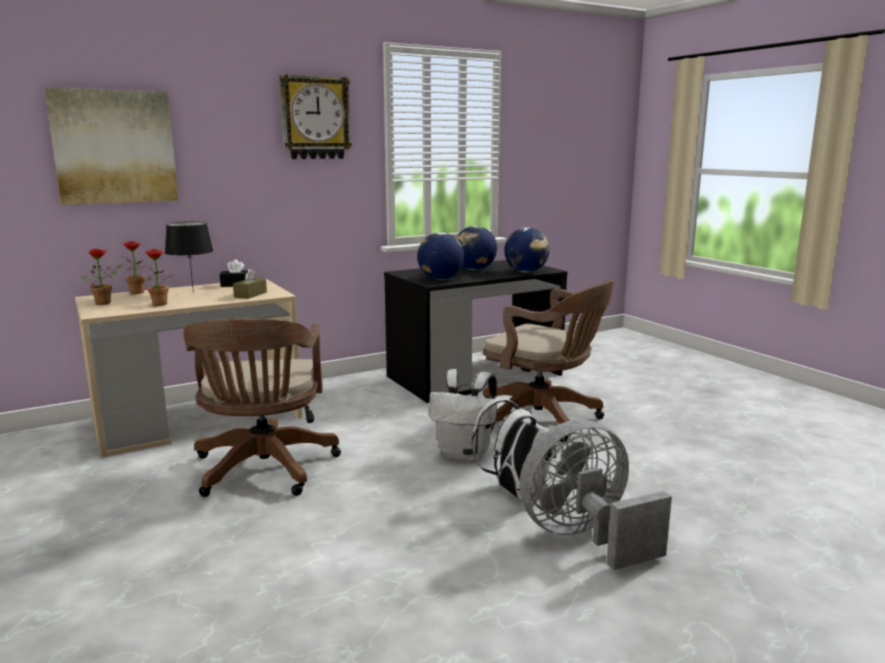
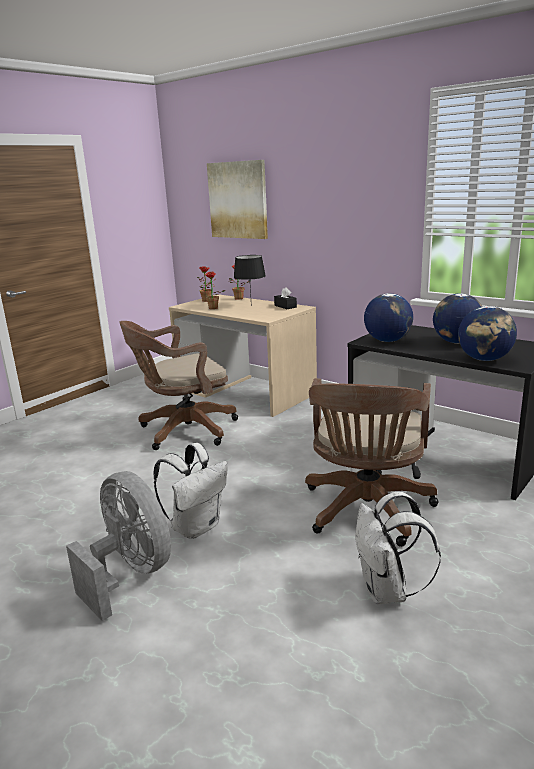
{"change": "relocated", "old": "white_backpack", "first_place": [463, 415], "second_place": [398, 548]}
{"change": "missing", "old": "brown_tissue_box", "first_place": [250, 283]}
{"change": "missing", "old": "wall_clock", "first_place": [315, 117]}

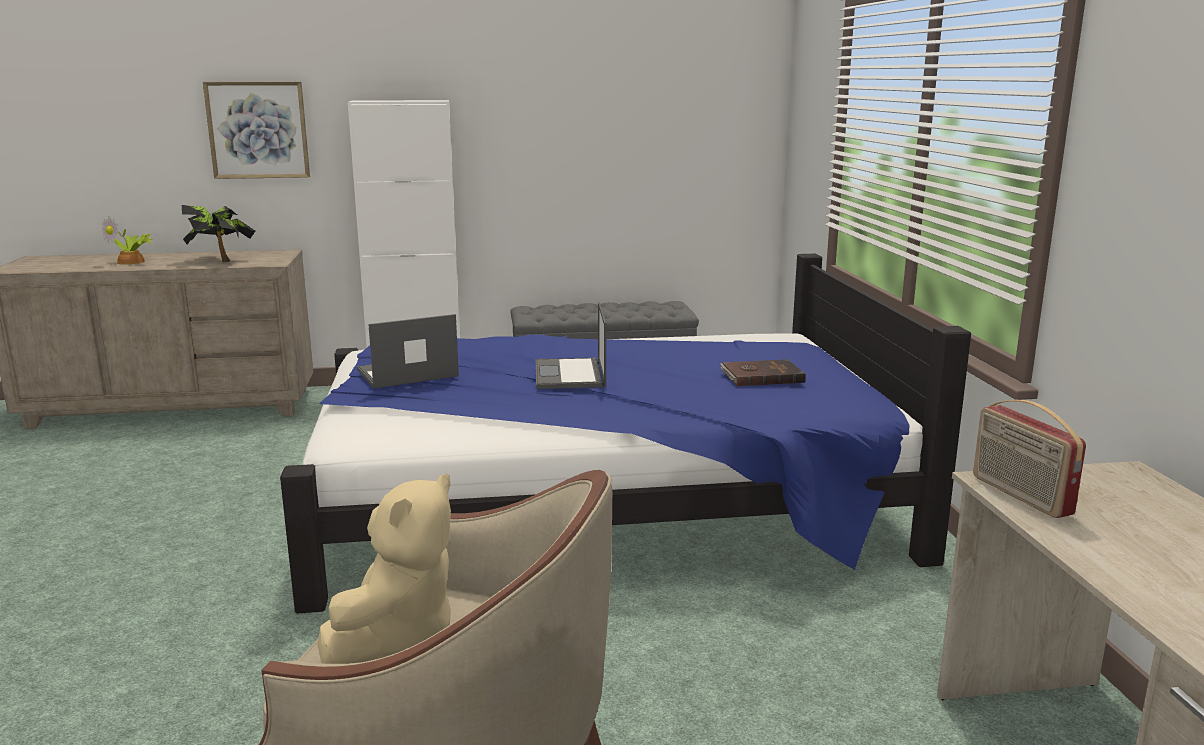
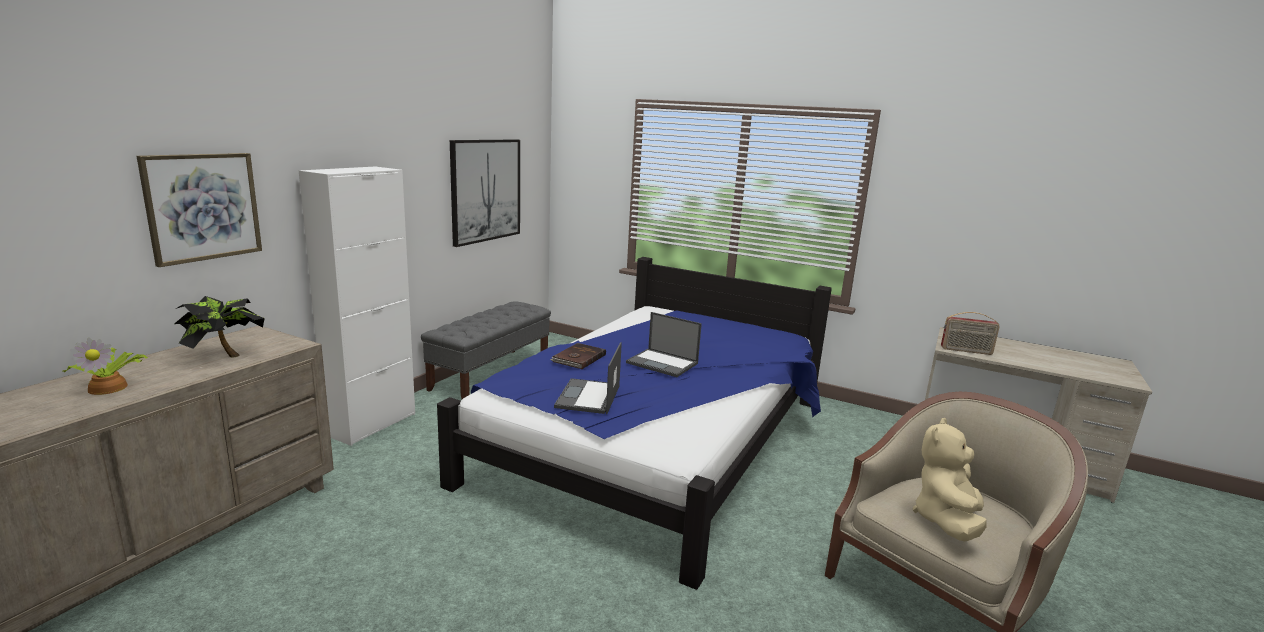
{"change": "appeared", "new": "picture", "second_place": [485, 193]}
{"change": "relocated", "old": "brown_book", "first_place": [763, 372], "second_place": [578, 356]}
{"change": "spun", "old": "beige_plush_toy", "first_place": [384, 568], "second_place": [950, 480], "degrees": -120}

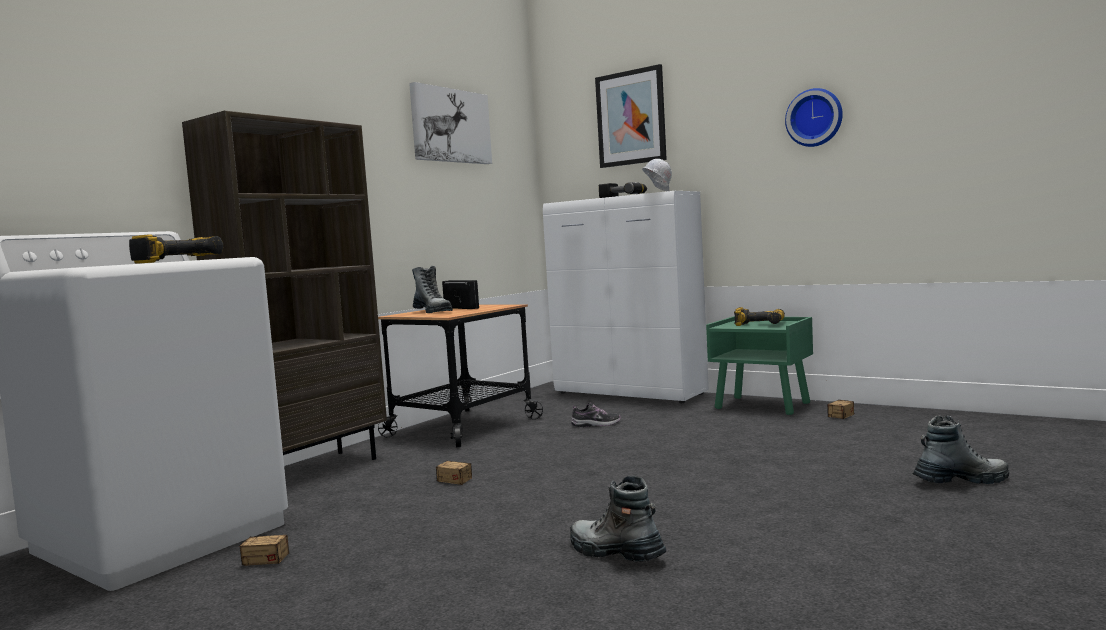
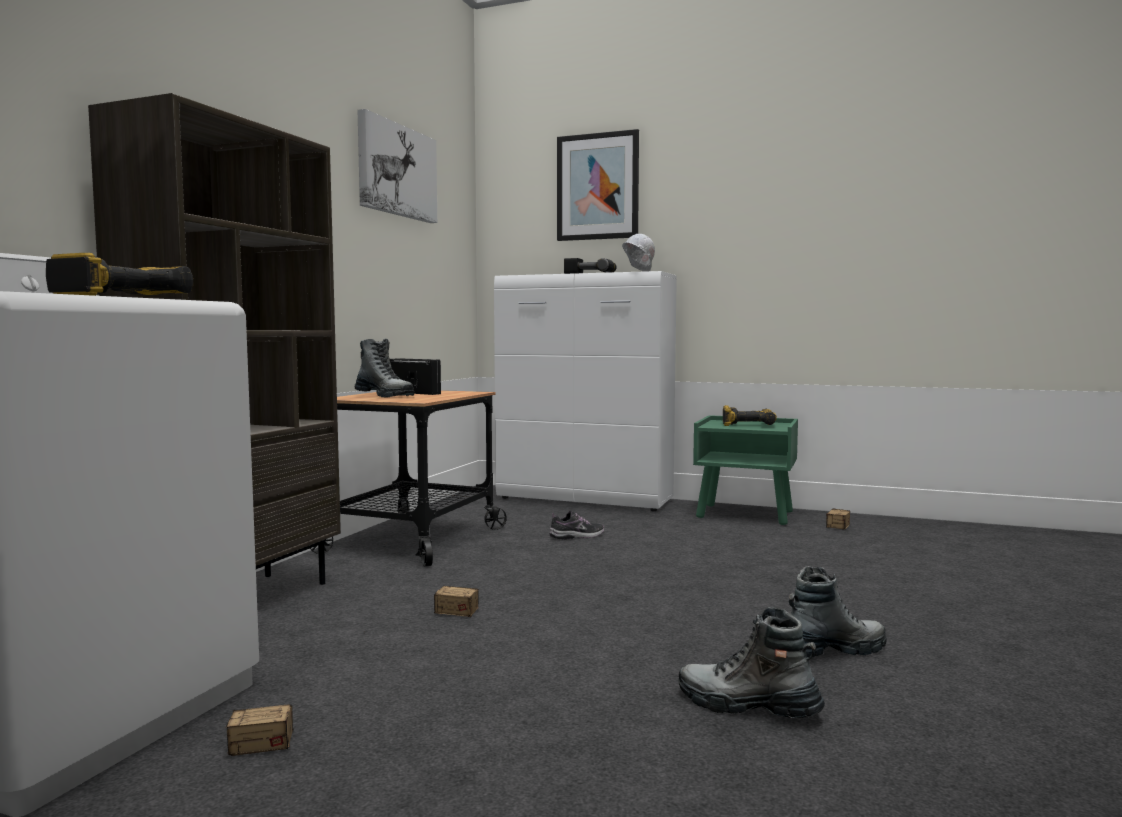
{"change": "relocated", "old": "boot", "first_place": [960, 450], "second_place": [838, 611]}
{"change": "missing", "old": "wall_clock", "first_place": [814, 117]}

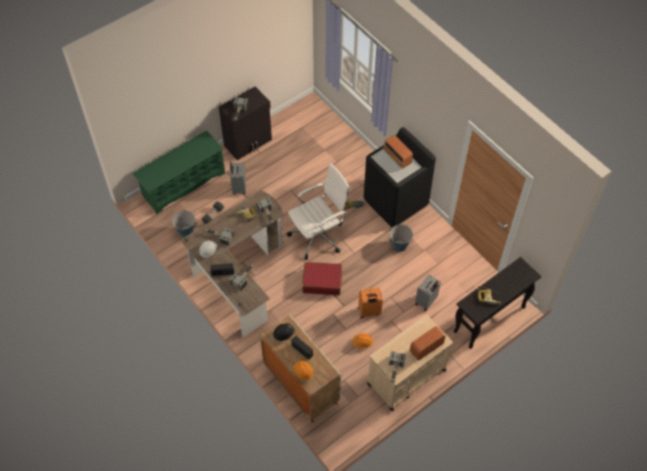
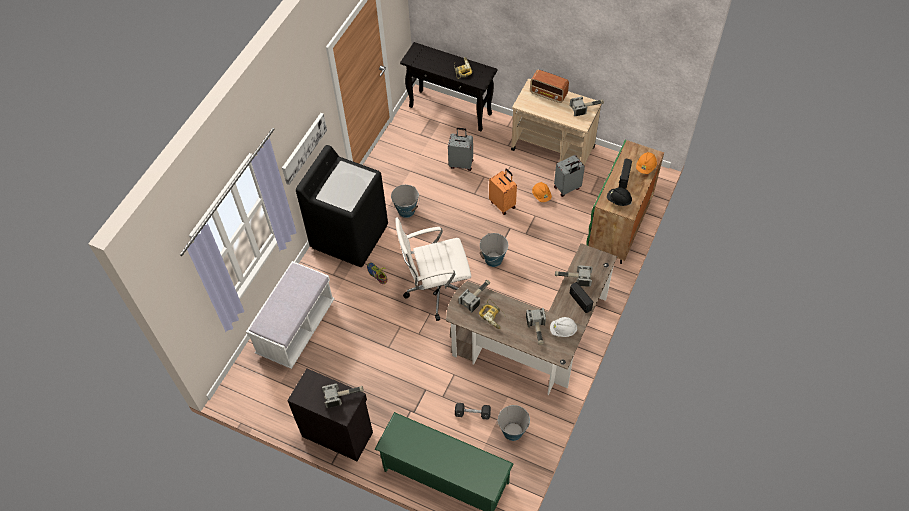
{"change": "appeared", "new": "white_bench", "second_place": [290, 315]}
{"change": "appeared", "new": "picture", "second_place": [304, 149]}
{"change": "spun", "old": "white_office_chair", "first_place": [318, 211], "second_place": [433, 269], "degrees": -45}
{"change": "exchanged", "old": "red_suitcase", "new": "bucket", "first_place": [322, 278], "second_place": [494, 250]}
{"change": "relocated", "old": "grey_suitcase", "first_place": [238, 178], "second_place": [569, 176]}
{"change": "colour", "old": "beige_cabinet", "new": "green_cabinet", "first_place": [300, 368], "second_place": [625, 202]}
{"change": "missing", "old": "radio", "first_place": [398, 152]}

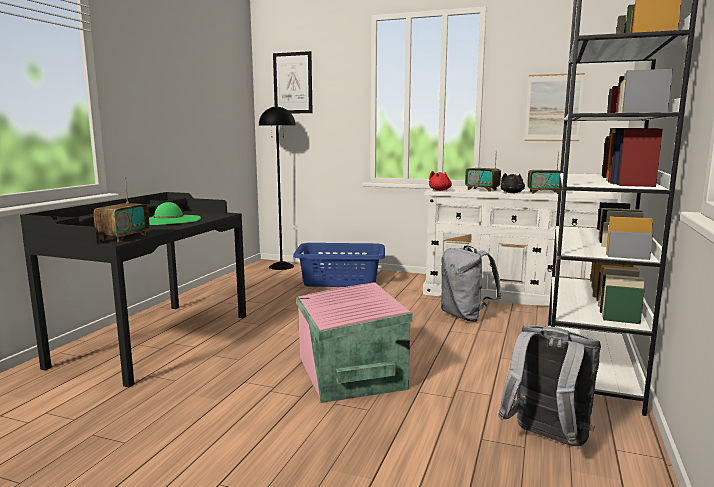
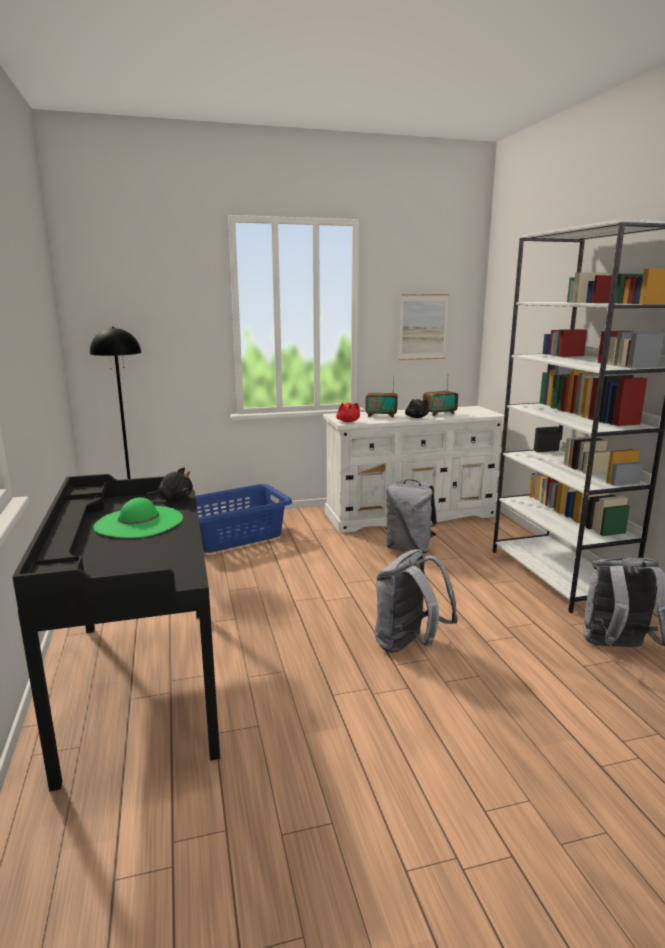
{"change": "appeared", "new": "black_plush_toy", "second_place": [168, 484]}
{"change": "exchanged", "old": "pink_storage_box", "new": "grey_backpack", "first_place": [354, 342], "second_place": [416, 601]}
{"change": "missing", "old": "radio", "first_place": [121, 209]}
{"change": "missing", "old": "picture", "first_place": [292, 82]}

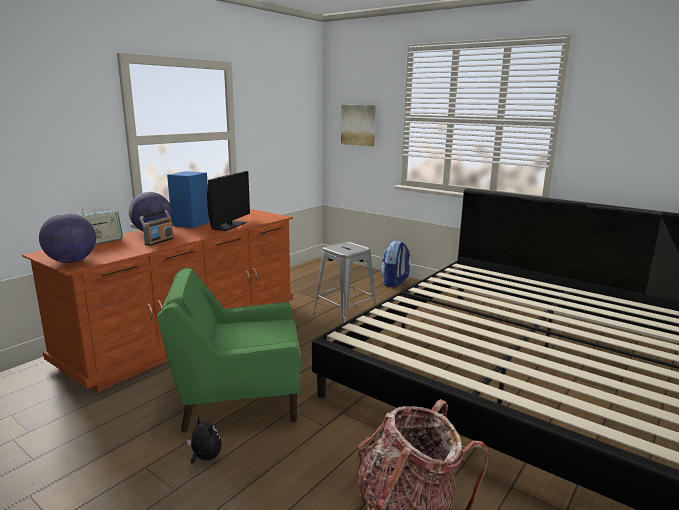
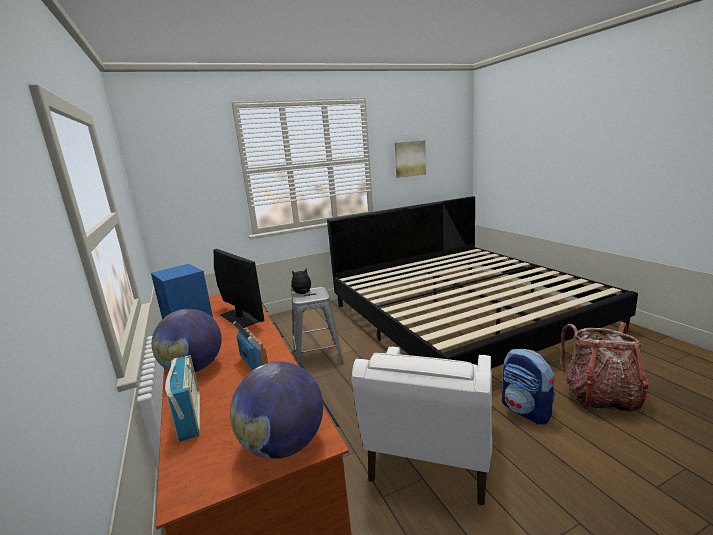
{"change": "relocated", "old": "plush_toy", "first_place": [204, 439], "second_place": [301, 281]}
{"change": "colour", "old": "green_armchair", "new": "white_armchair", "first_place": [229, 350], "second_place": [422, 426]}
{"change": "relocated", "old": "picture", "first_place": [358, 125], "second_place": [410, 159]}
{"change": "relocated", "old": "backpack", "first_place": [395, 264], "second_place": [528, 387]}

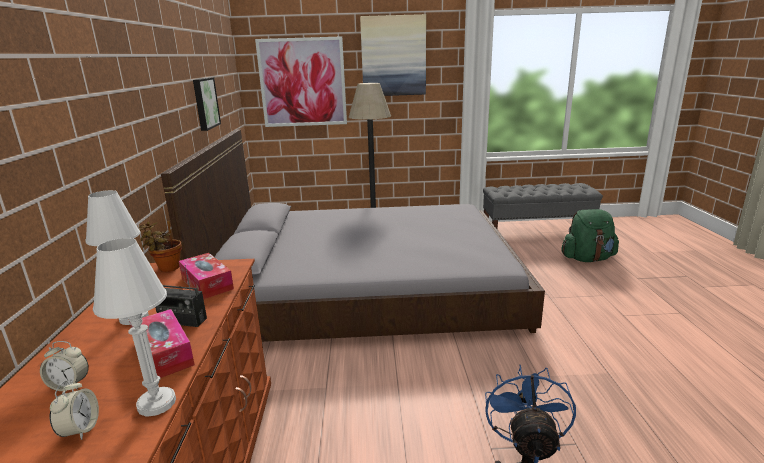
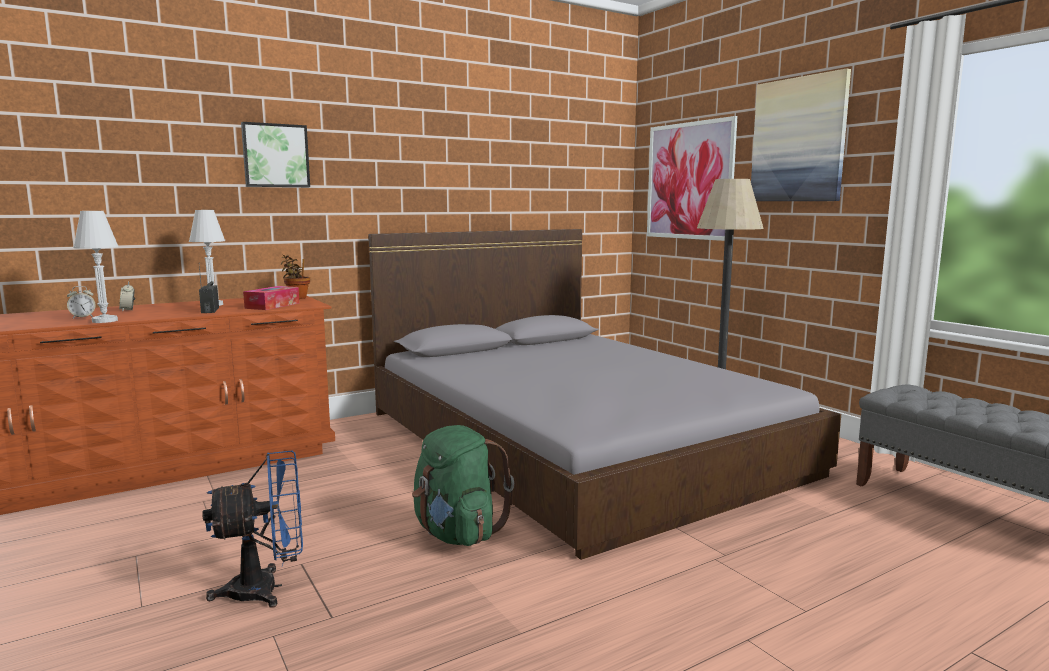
{"change": "relocated", "old": "picture", "first_place": [207, 104], "second_place": [275, 154]}
{"change": "relocated", "old": "green_backpack", "first_place": [590, 235], "second_place": [463, 485]}
{"change": "missing", "old": "tissue_box", "first_place": [162, 343]}

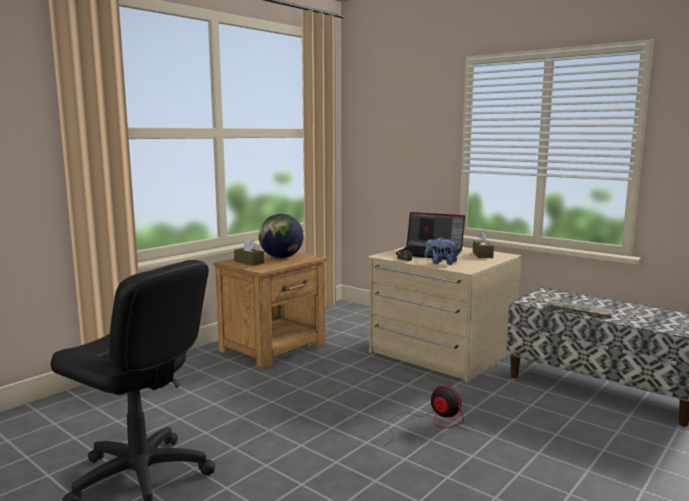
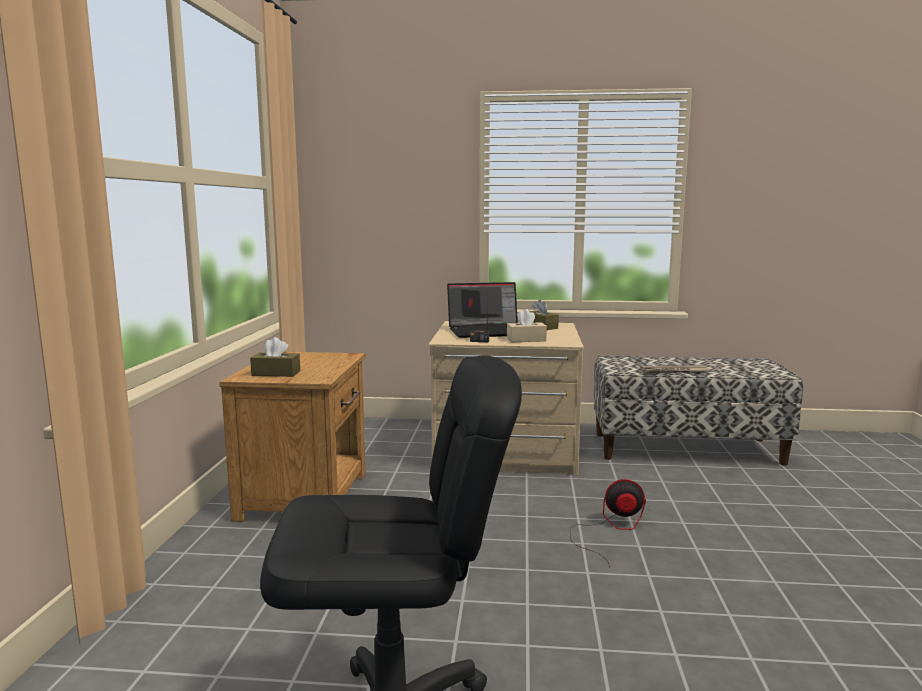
{"change": "exchanged", "old": "plush_toy", "new": "beige_tissue_box", "first_place": [442, 251], "second_place": [527, 325]}
{"change": "missing", "old": "globe", "first_place": [281, 236]}

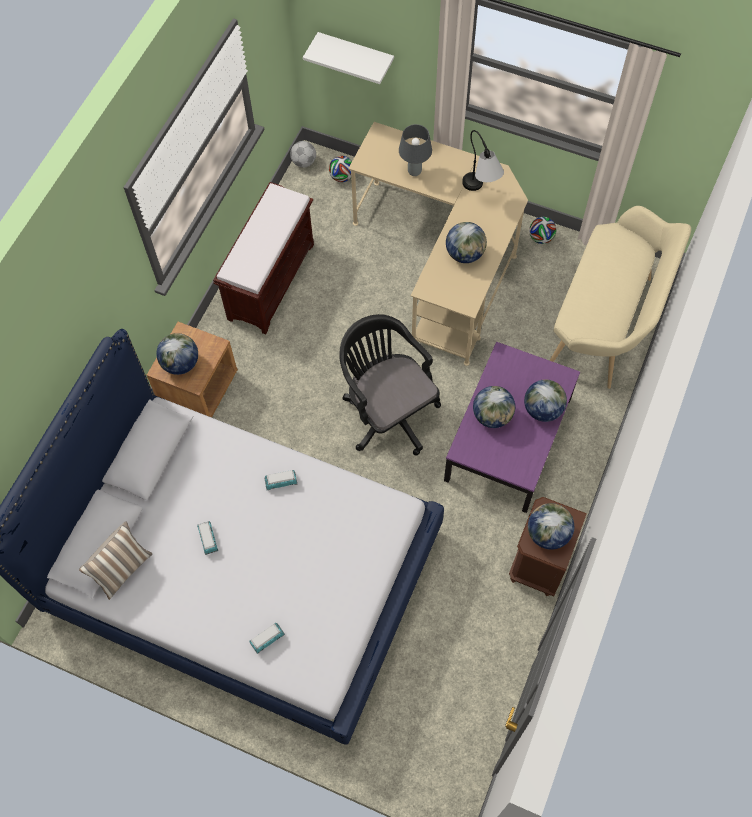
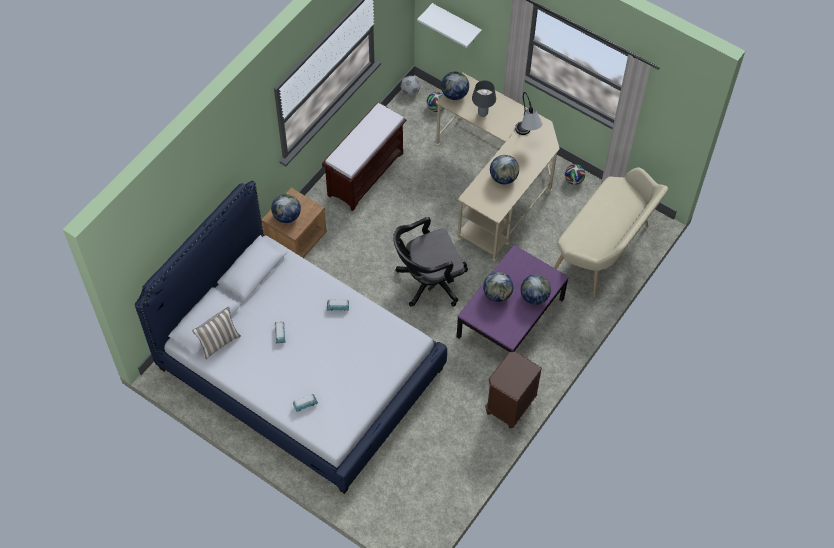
{"change": "spun", "old": "black_office_chair", "first_place": [390, 385], "second_place": [430, 262], "degrees": -90}
{"change": "relocated", "old": "globe", "first_place": [551, 526], "second_place": [455, 85]}

